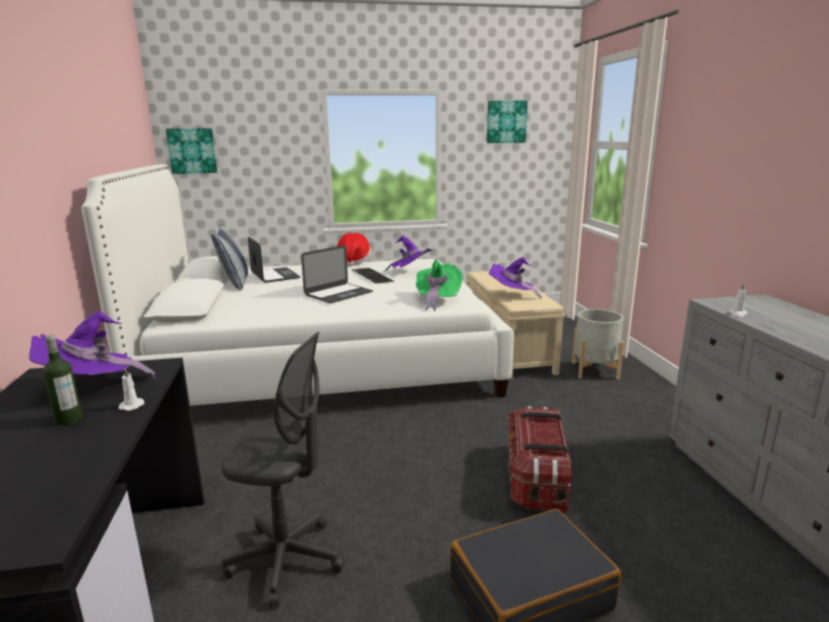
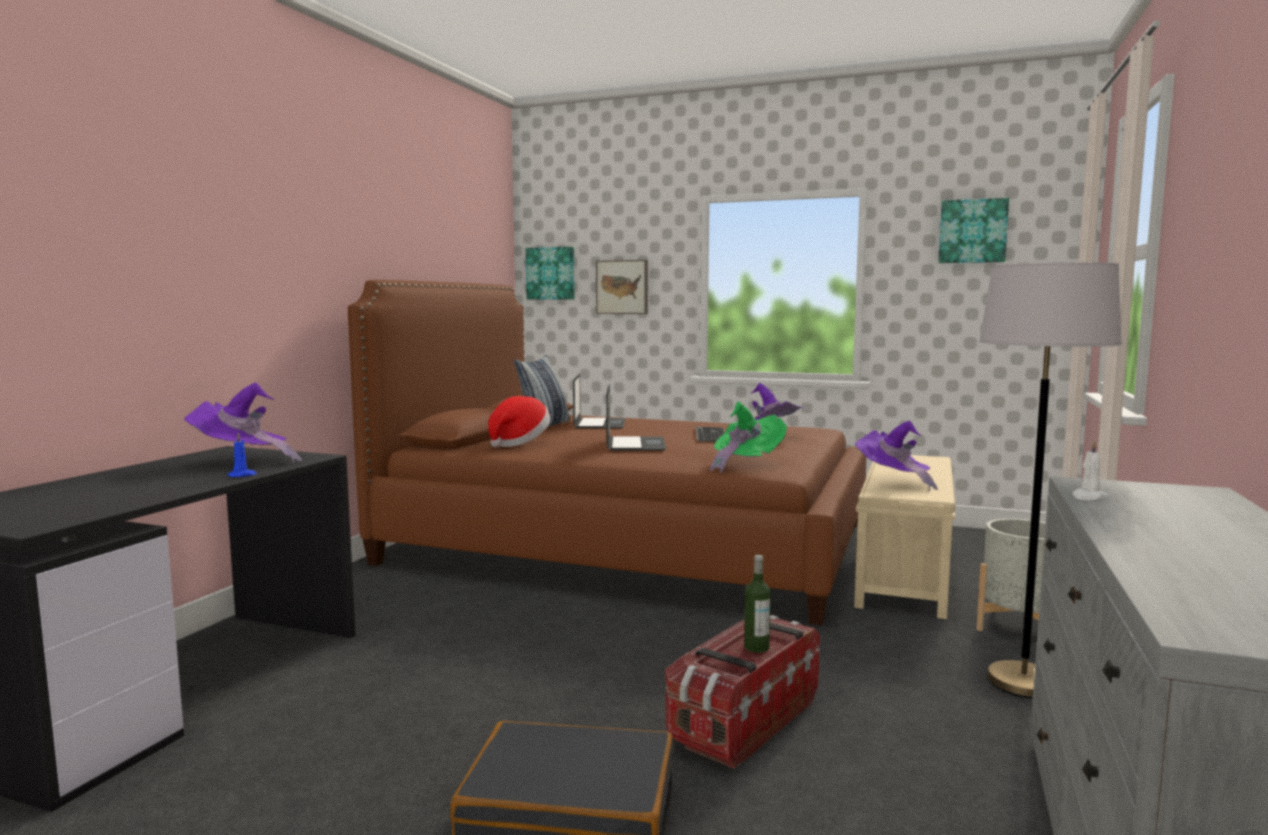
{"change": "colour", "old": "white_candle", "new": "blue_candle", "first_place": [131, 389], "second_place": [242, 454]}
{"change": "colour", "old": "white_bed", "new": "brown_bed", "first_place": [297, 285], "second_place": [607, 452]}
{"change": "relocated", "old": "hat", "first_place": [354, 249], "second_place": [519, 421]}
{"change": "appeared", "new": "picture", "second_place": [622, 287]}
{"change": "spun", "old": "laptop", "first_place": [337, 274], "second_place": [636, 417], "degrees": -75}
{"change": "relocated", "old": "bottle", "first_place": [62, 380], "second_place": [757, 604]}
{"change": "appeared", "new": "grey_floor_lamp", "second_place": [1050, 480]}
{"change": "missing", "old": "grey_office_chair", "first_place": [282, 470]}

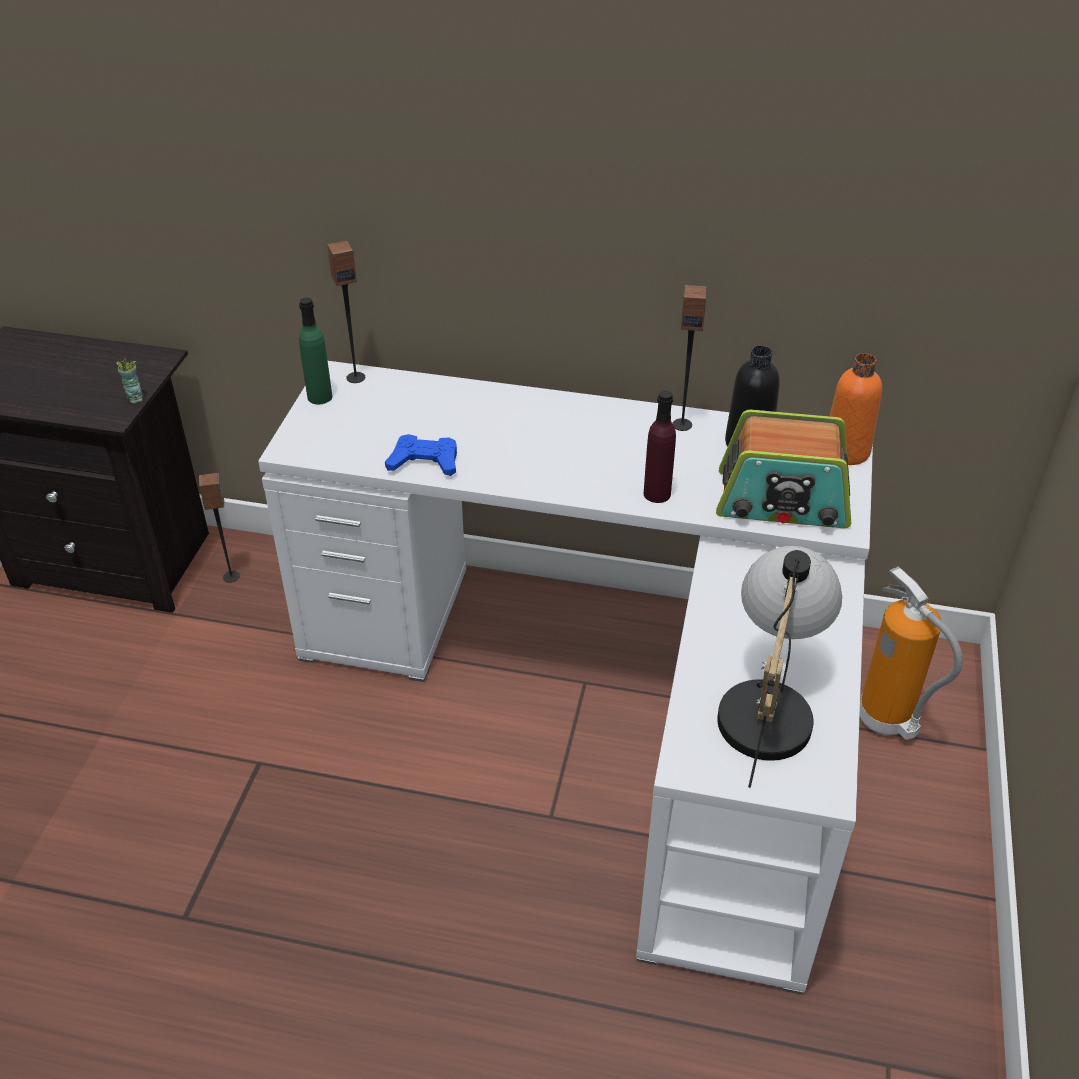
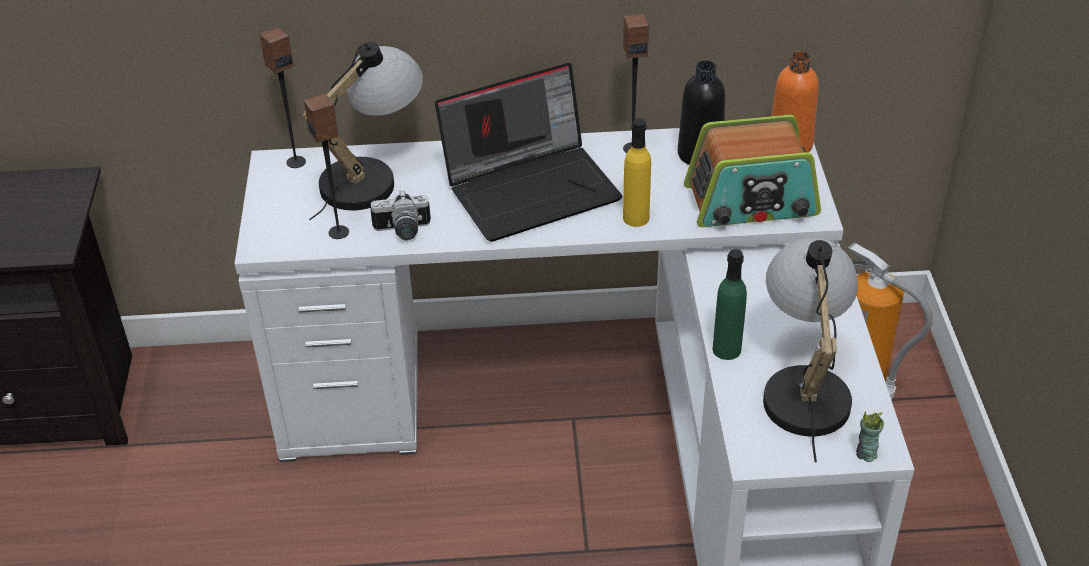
{"change": "appeared", "new": "table_lamp", "second_place": [362, 131]}
{"change": "relocated", "old": "speaker", "first_place": [219, 528], "second_place": [326, 166]}
{"change": "exchanged", "old": "blue_game_controller", "new": "photo_camera", "first_place": [421, 455], "second_place": [401, 215]}
{"change": "appeared", "new": "laptop", "second_place": [528, 152]}
{"change": "colour", "old": "purple_bottle", "new": "yellow_bottle", "first_place": [660, 446], "second_place": [637, 173]}
{"change": "relocated", "old": "green_bottle", "first_place": [315, 351], "second_place": [730, 304]}
{"change": "relocated", "old": "cup", "first_place": [129, 380], "second_place": [870, 436]}

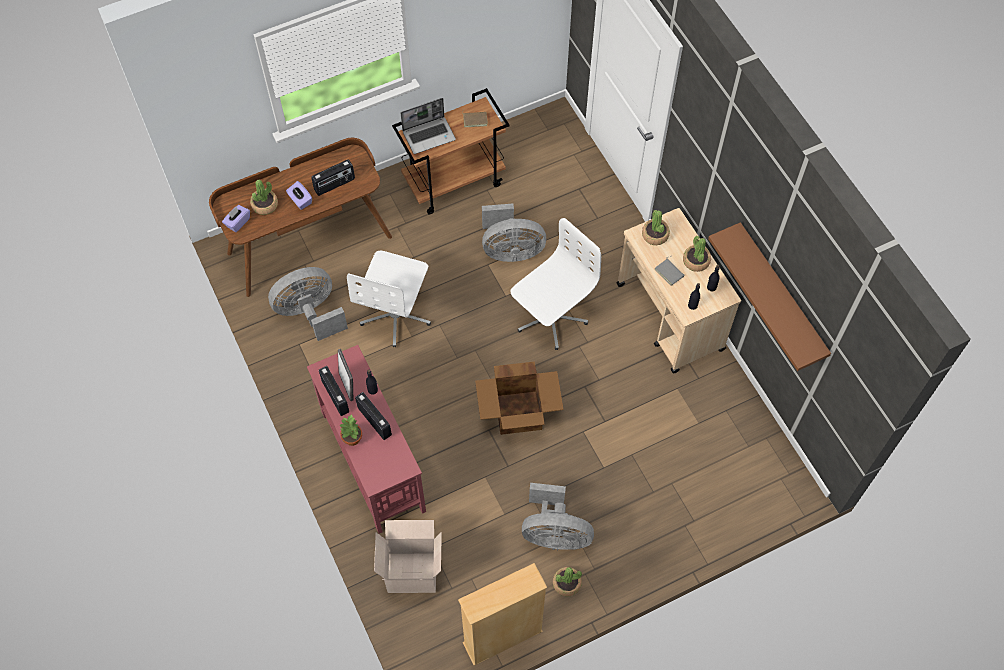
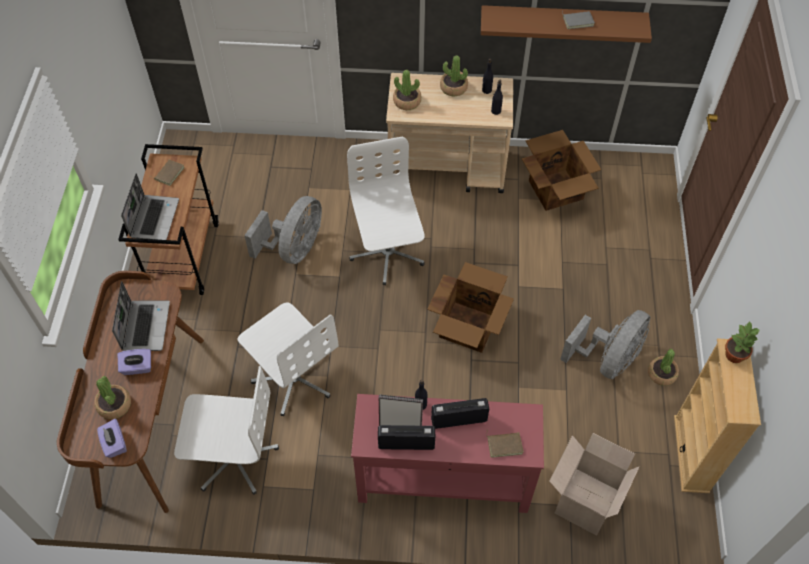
{"change": "exchanged", "old": "radio", "new": "laptop", "first_place": [333, 178], "second_place": [141, 316]}
{"change": "exchanged", "old": "grey_fan", "new": "white_office_chair", "first_place": [308, 304], "second_place": [226, 430]}
{"change": "appeared", "new": "brown_book", "second_place": [505, 445]}
{"change": "appeared", "new": "cardboard_box", "second_place": [562, 170]}
{"change": "relocated", "old": "grey_book", "first_place": [669, 271], "second_place": [578, 20]}
{"change": "relocated", "old": "potted_plant", "first_place": [351, 430], "second_place": [742, 342]}

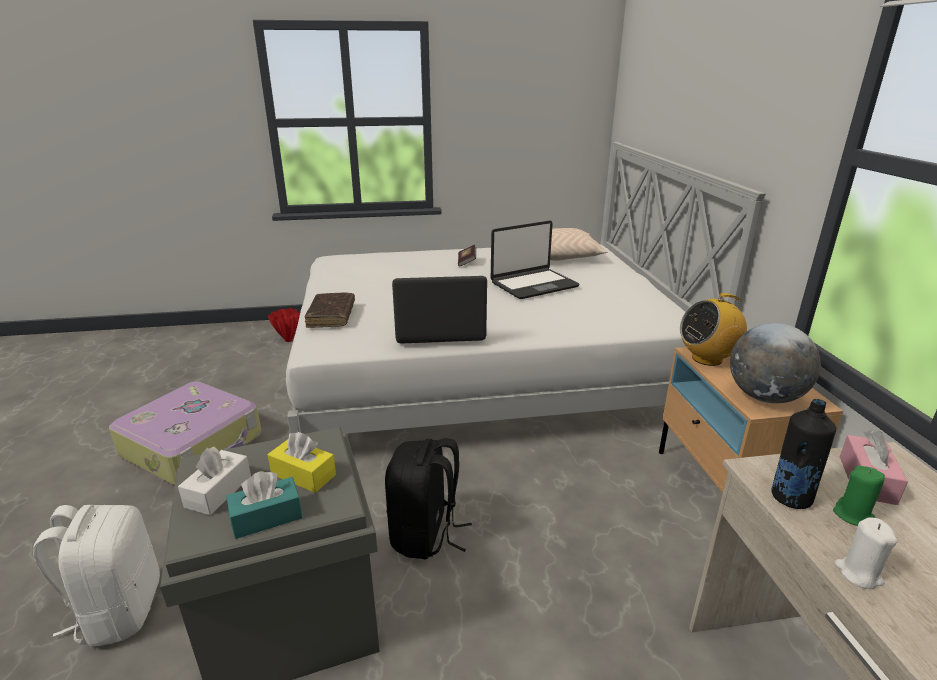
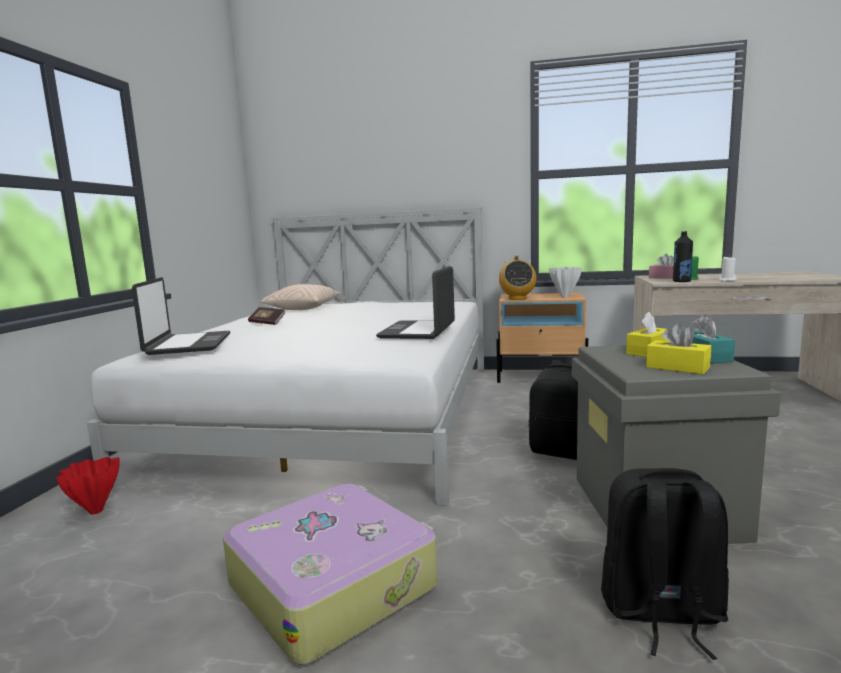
{"change": "relocated", "old": "laptop", "first_place": [535, 260], "second_place": [181, 316]}
{"change": "exchanged", "old": "globe", "new": "white_vase", "first_place": [775, 363], "second_place": [565, 282]}
{"change": "colour", "old": "white_backpack", "new": "black_backpack", "first_place": [96, 576], "second_place": [665, 564]}
{"change": "colour", "old": "white_tissue_box", "new": "yellow_tissue_box", "first_place": [214, 481], "second_place": [678, 348]}
{"change": "missing", "old": "brown_book", "first_place": [329, 310]}

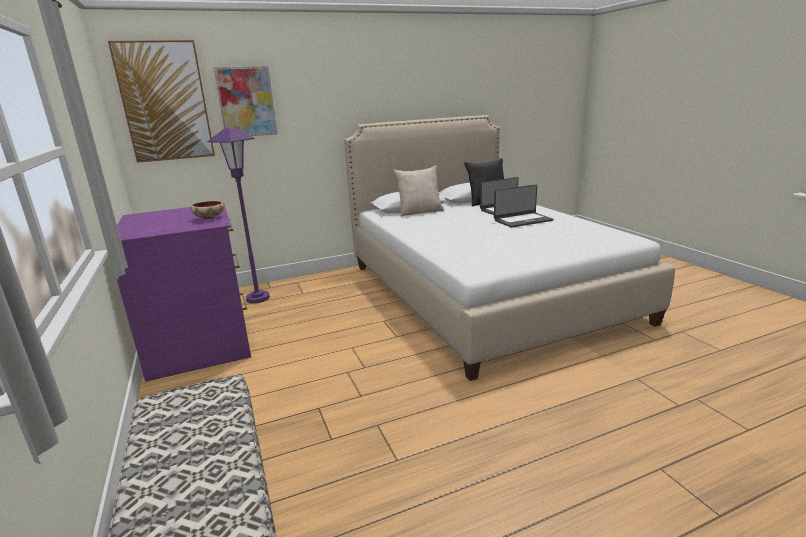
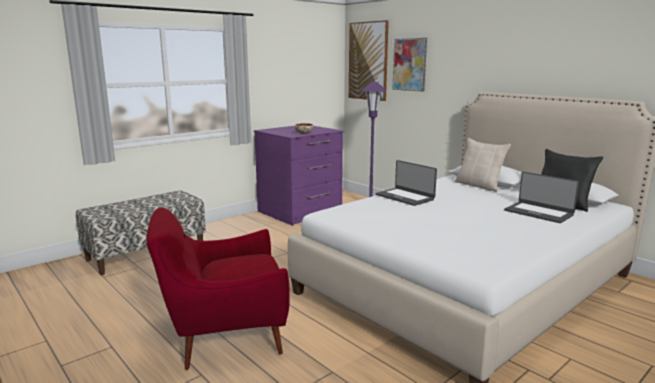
{"change": "appeared", "new": "red_armchair", "second_place": [218, 288]}
{"change": "relocated", "old": "laptop", "first_place": [524, 206], "second_place": [406, 183]}

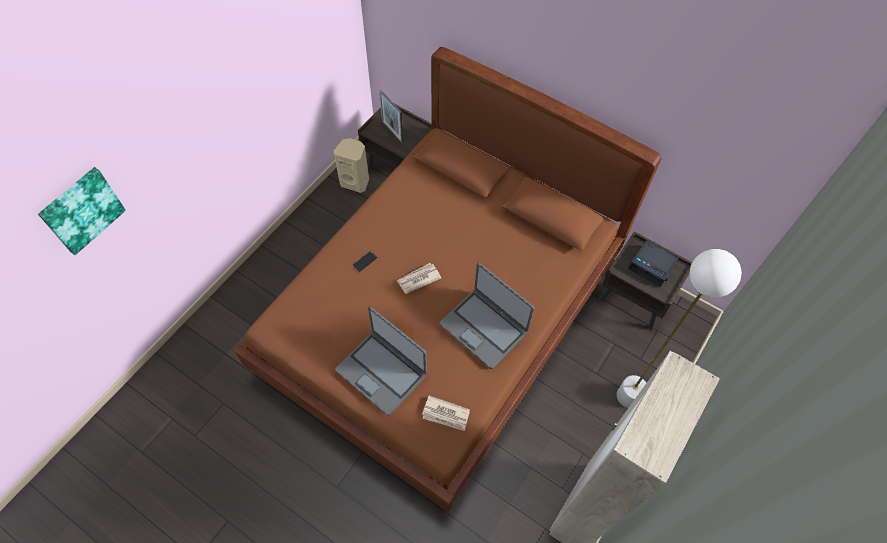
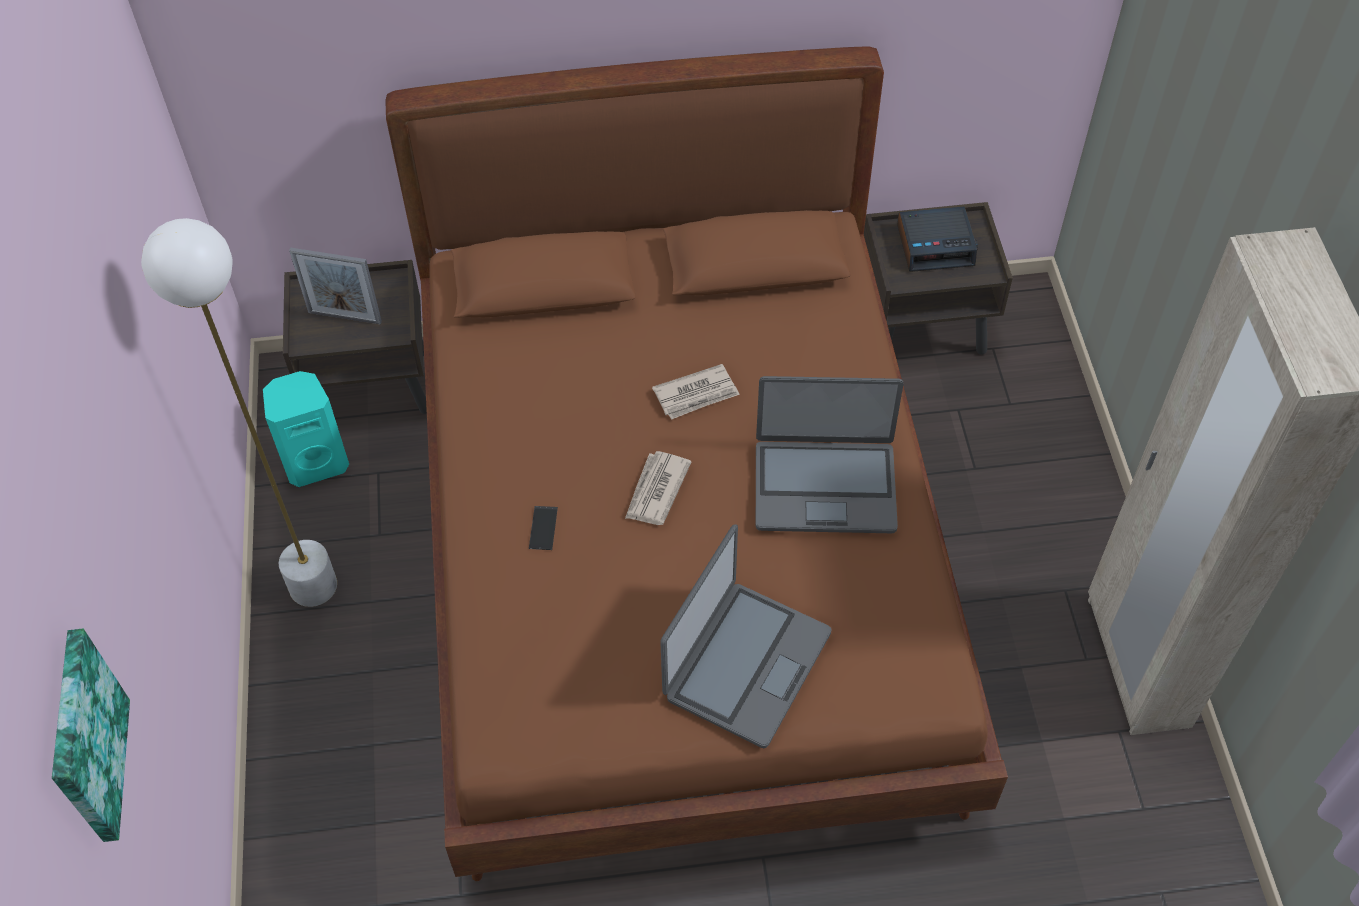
{"change": "relocated", "old": "white_floor_lamp", "first_place": [679, 328], "second_place": [239, 412]}
{"change": "colour", "old": "beige_speaker", "new": "turquoise_speaker", "first_place": [351, 165], "second_place": [306, 429]}
{"change": "relocated", "old": "newspaper", "first_place": [446, 413], "second_place": [696, 392]}
{"change": "spun", "old": "laptop", "first_place": [381, 361], "second_place": [746, 636], "degrees": -60}

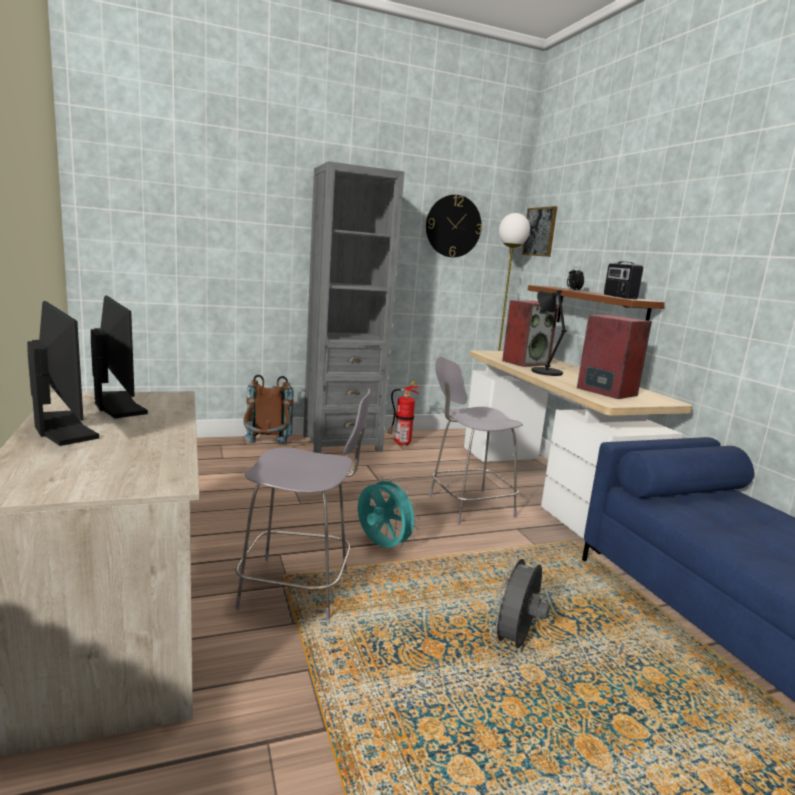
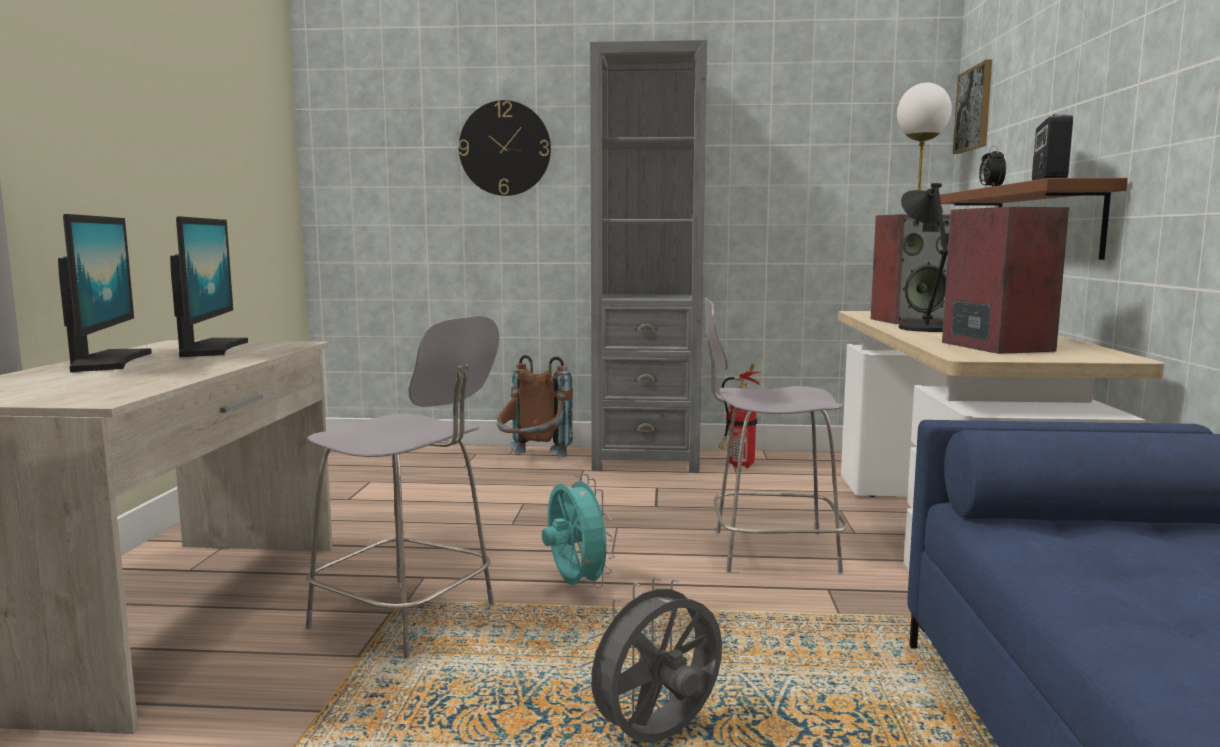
{"change": "relocated", "old": "wall_clock", "first_place": [454, 226], "second_place": [505, 148]}

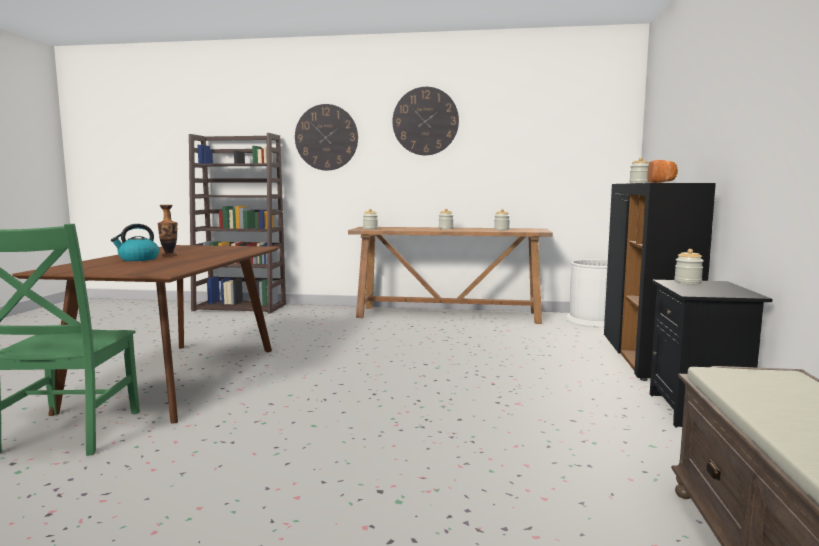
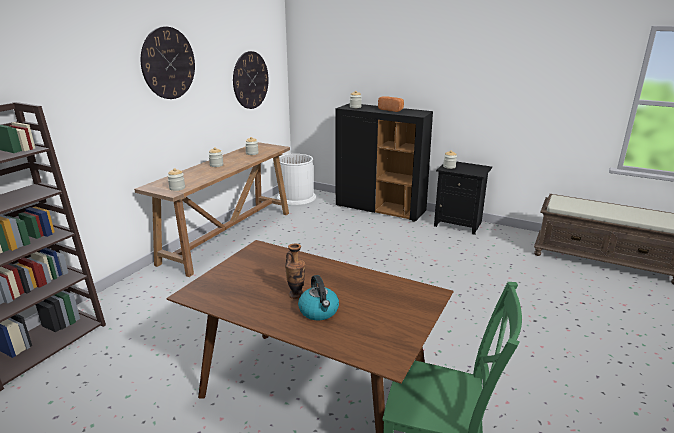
{"change": "relocated", "old": "wall_clock", "first_place": [326, 137], "second_place": [251, 80]}

